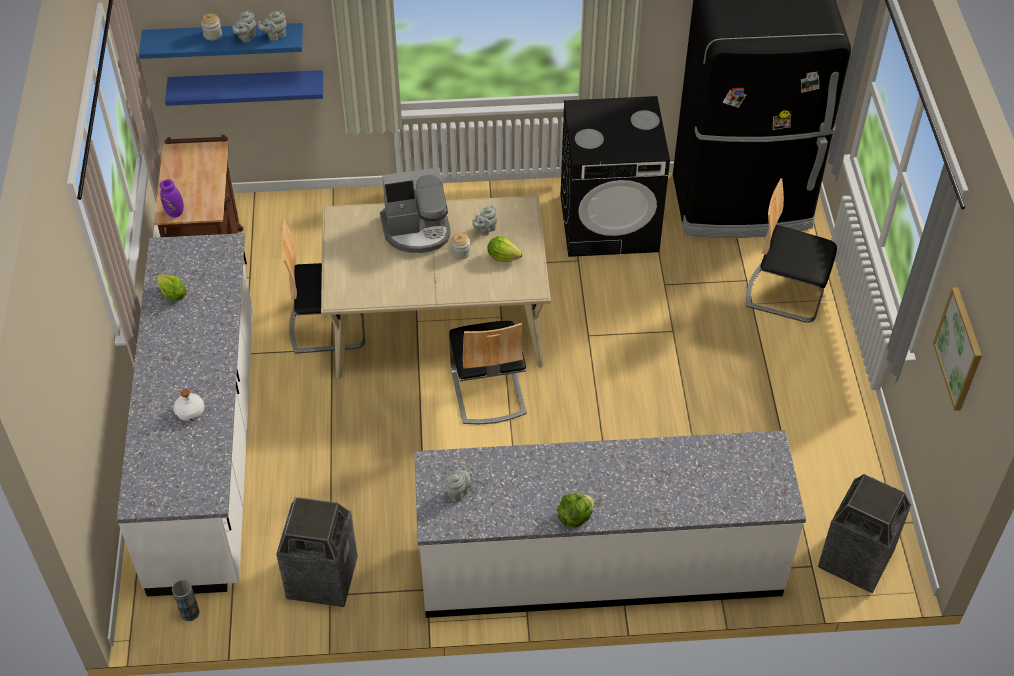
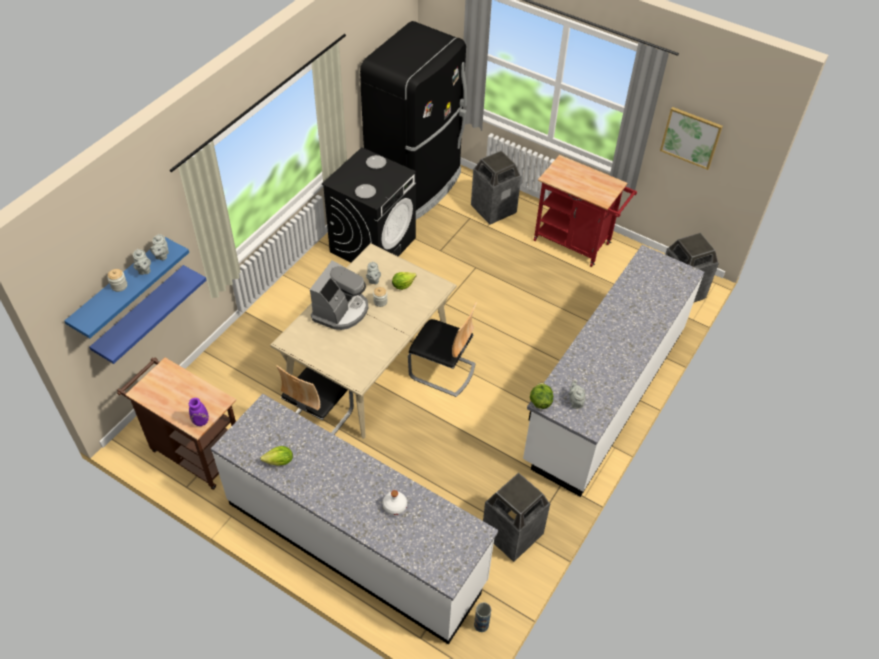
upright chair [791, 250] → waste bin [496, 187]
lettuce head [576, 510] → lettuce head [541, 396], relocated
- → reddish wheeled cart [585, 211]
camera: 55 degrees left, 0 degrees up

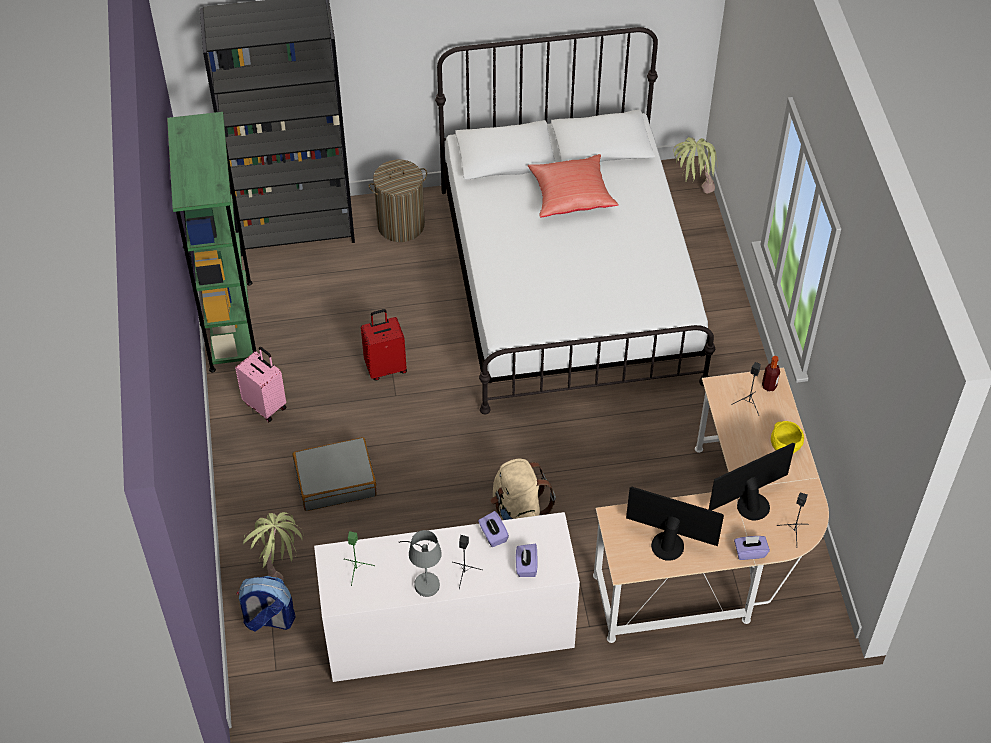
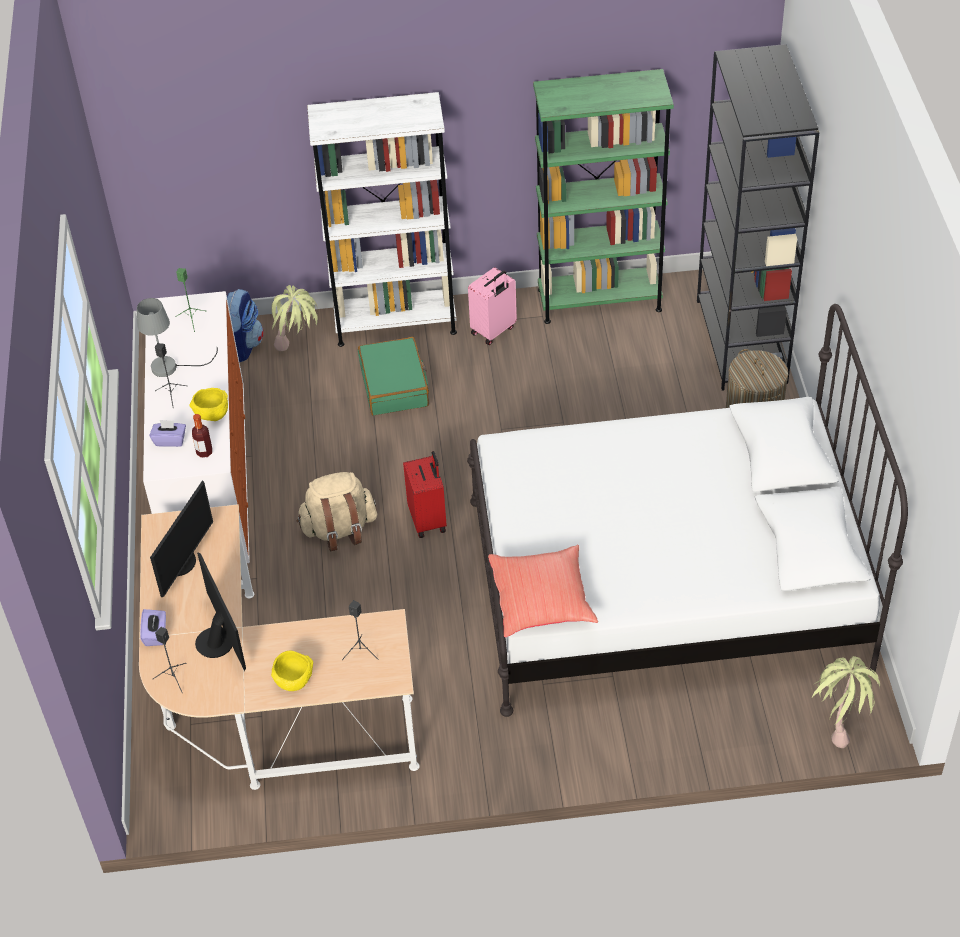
purple-coloured tissue box [493, 529] → yellow-coloured deep dish [208, 404]
bottle [771, 374] → bottle [202, 436], relocated
- → whitish bookshelf [382, 219]
greyish travel case [334, 474] → green travel case [393, 376]
reddish travel case [384, 344] → reddish travel case [425, 494], relocated
reddish cushion [573, 185] → reddish cushion [543, 590], relocated
camera: 95 degrees right, 5 degrees down

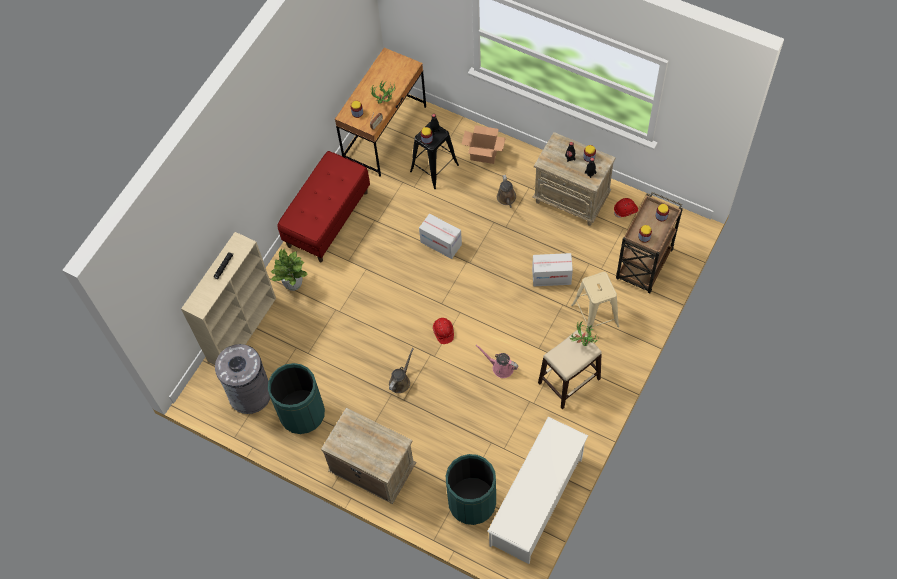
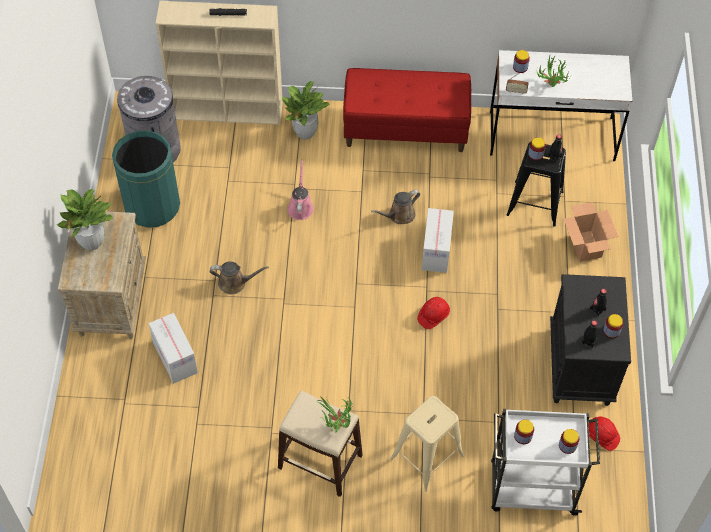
- → plant in a pot [84, 219]
carton [552, 269] → carton [173, 348], relocated
pink watering can [497, 361] → pink watering can [301, 190], relocated
brown watering can [506, 191] → brown watering can [395, 207], relocated
reddish work helmet [443, 331] → reddish work helmet [433, 313], relocated
brown desk [380, 112] → whitish desk [561, 105]
brown wheeled cart [649, 242] → whitish wheeled cart [545, 462]
beige-coloured night table [574, 179] → black-coloured night table [590, 340]
green waste bin [471, 489] → -
whitish shoe shelf [537, 490] → -
camera: 60 degrees right, 5 degrees down

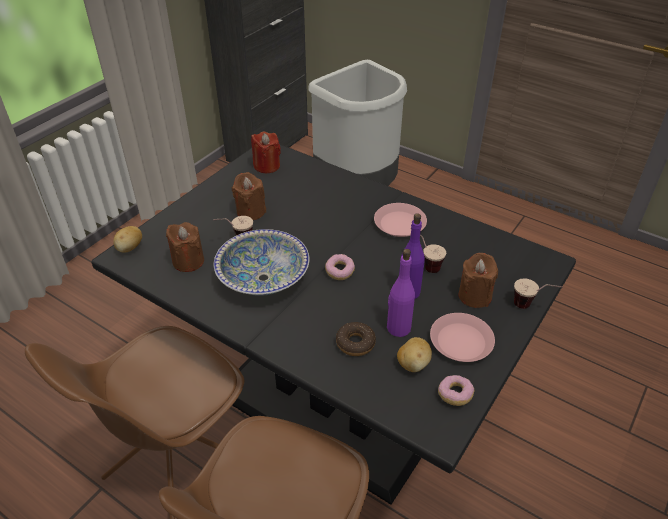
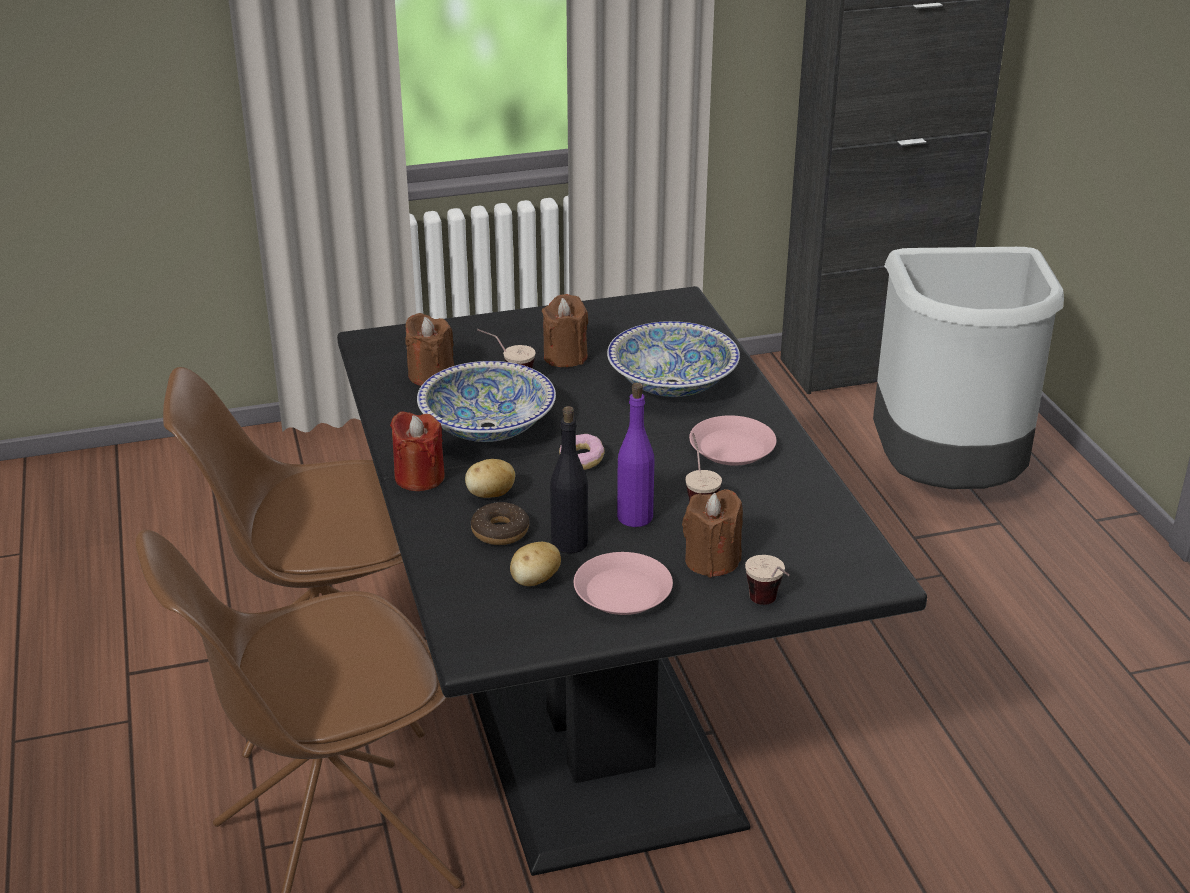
reddish wax candle [266, 152] → reddish wax candle [417, 451], relocated
potato [127, 239] → potato [490, 478], relocated
purple-coloured bottle [401, 293] → black-coloured bottle [569, 480]
- → deep dish [673, 359]
donut [456, 390] → -
camera: 40 degrees right, 10 degrees down

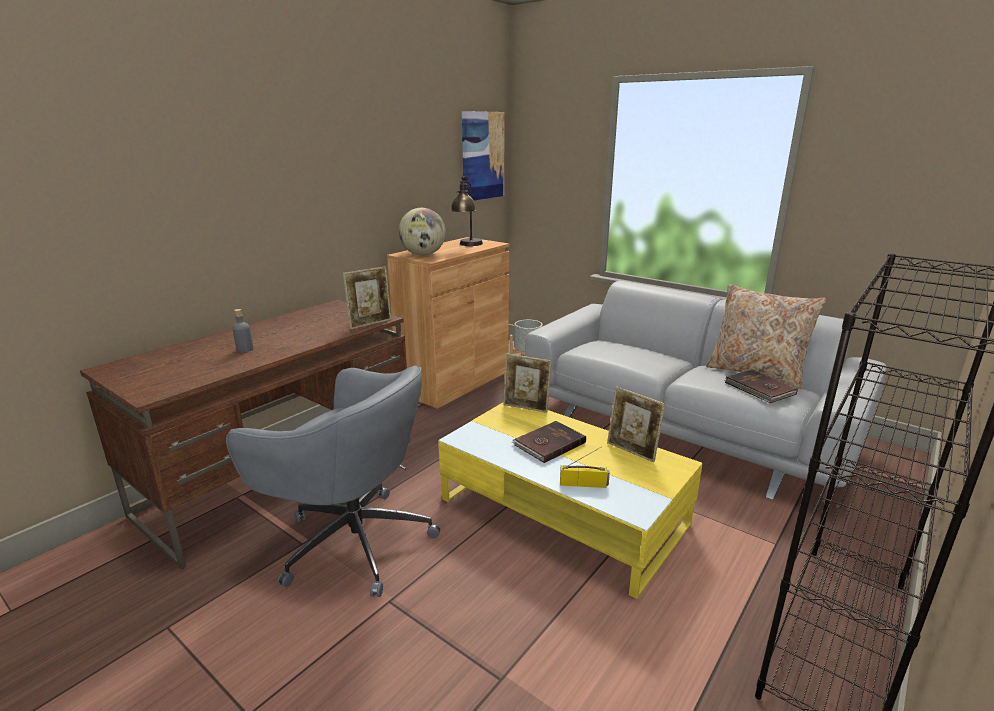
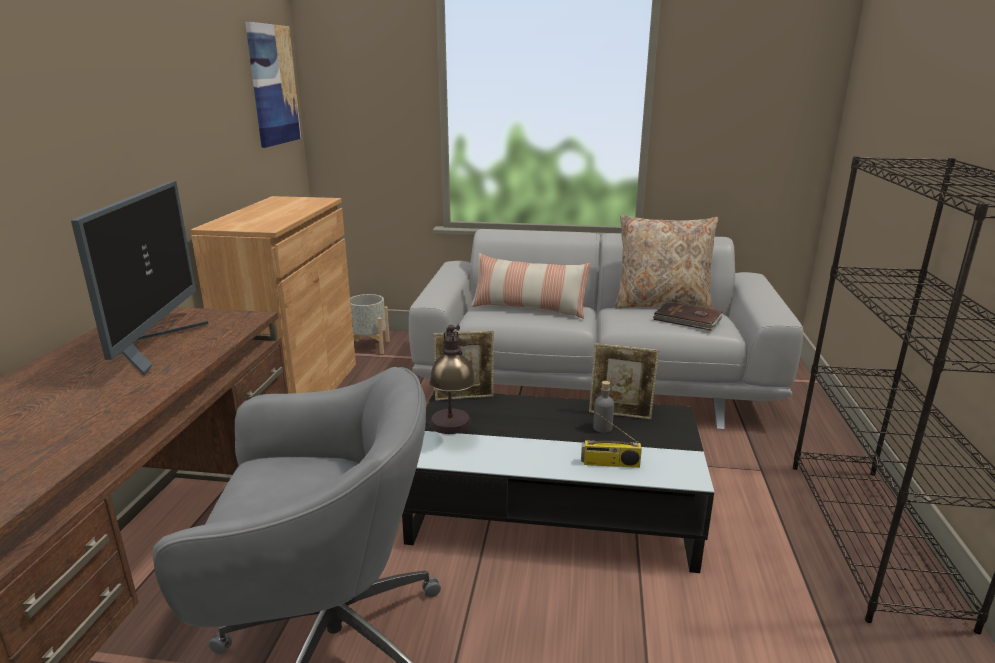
- → computer screen [139, 278]
yellow-coloured lounge table [571, 501] → black-coloured lounge table [558, 481]
lamp for a table [467, 211] → lamp for a table [452, 379], relocated
- → cushion [531, 286]
radio receiver [585, 467] → radio receiver [611, 440], 150 degrees counterclockwise
greyish bottle [242, 331] → greyish bottle [603, 407], relocated
picture frame [367, 298] → -
desk globe [422, 232] → -
brown book [549, 442] → -
camera: 30 degrees left, 0 degrees up

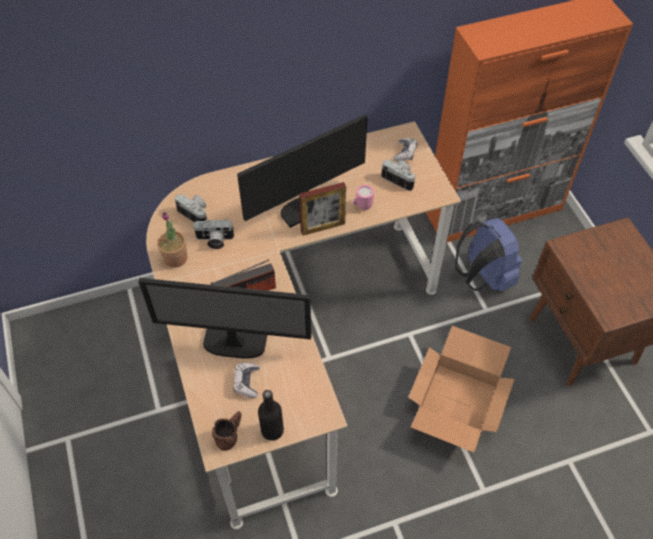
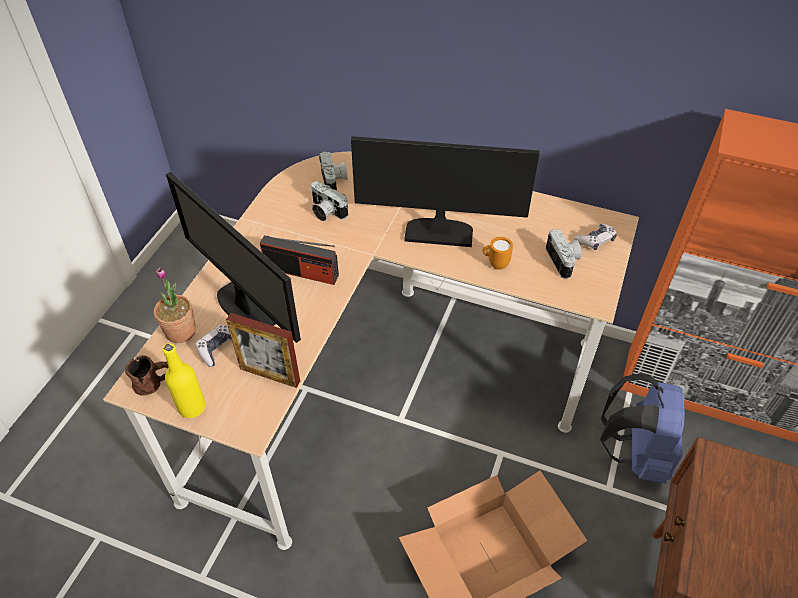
plant in a pot [172, 240] → plant in a pot [175, 305], relocated
black-coloured bottle [271, 415] → yellow-coloured bottle [184, 380]
picture frame [322, 209] → picture frame [263, 350], relocated
pink mug [363, 197] → orange mug [497, 253]
camera: 40 degrees right, 5 degrees down

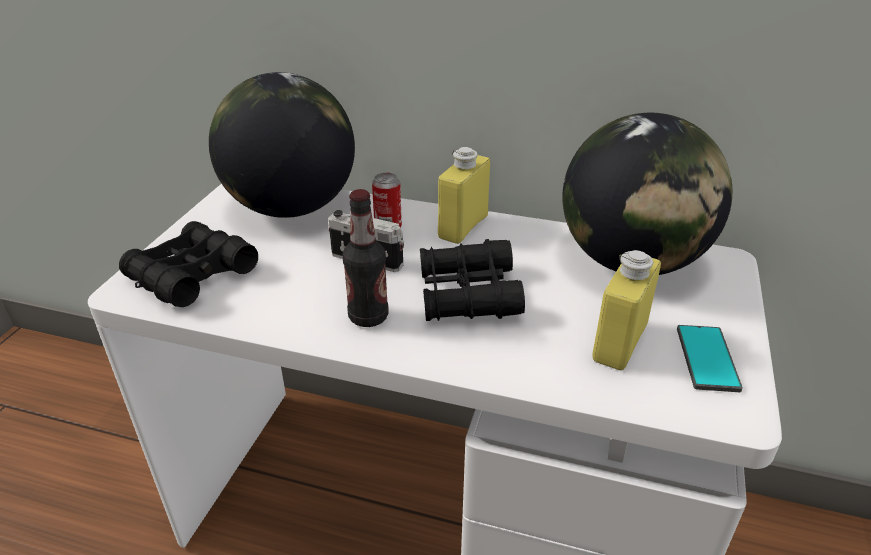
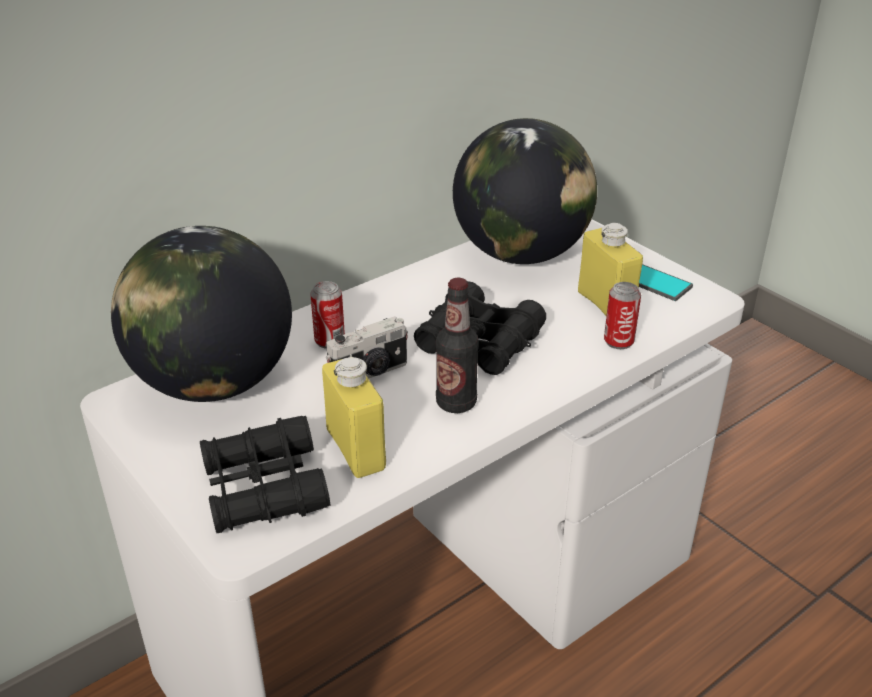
yellow-coloured bottle [464, 195] → yellow-coloured bottle [354, 417], relocated
- → sealed can [622, 315]
camera: 55 degrees left, 0 degrees up

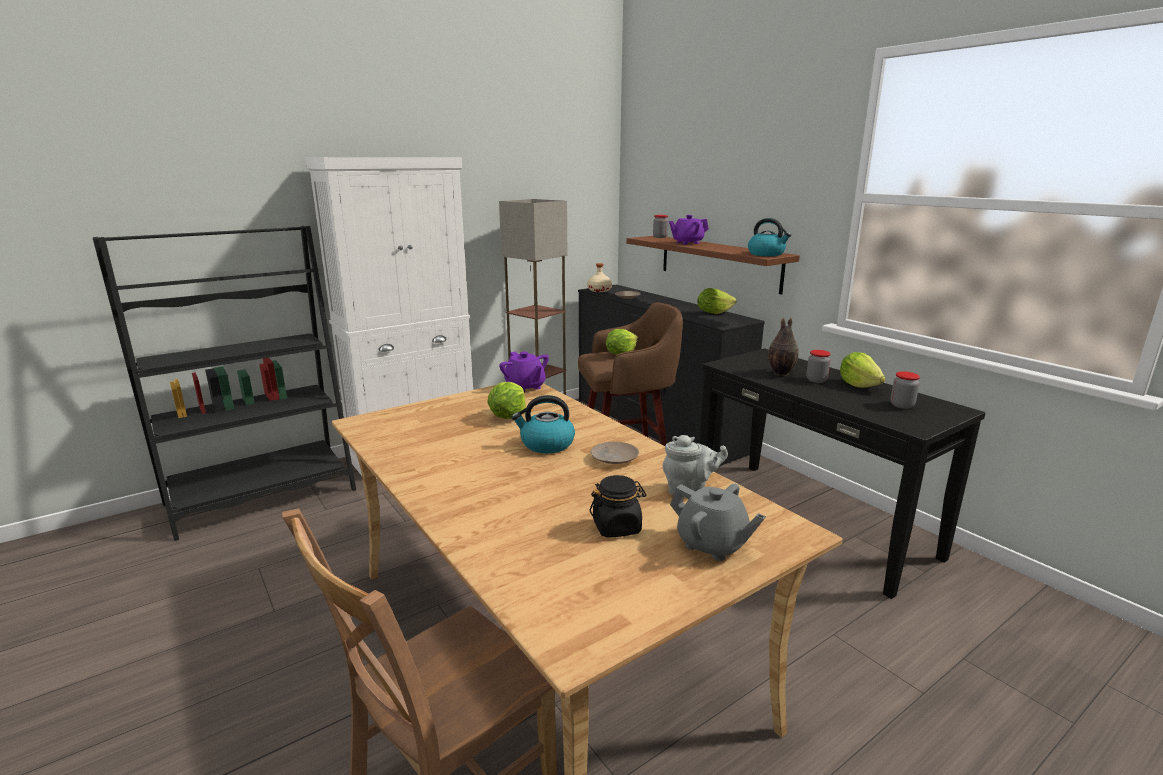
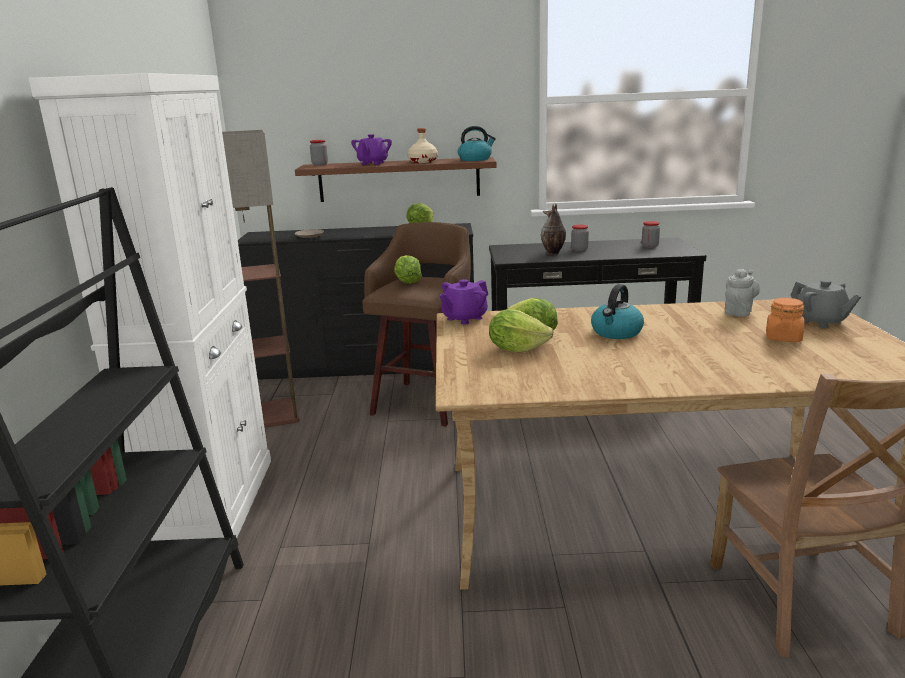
beige-coloured bottle [599, 277] → beige-coloured bottle [423, 145], relocated
purple-coloured teapot [524, 372] → purple-coloured teapot [464, 302], 135 degrees clockwise
lettuce head [863, 370] → lettuce head [521, 331], relocated
black-coloured jar [618, 506] → orange jar [785, 320]
greyish teapot [718, 522] → greyish teapot [825, 304], 75 degrees clockwise
beige-coloured flat dish [615, 453] → -
camera: 55 degrees left, 0 degrees up

